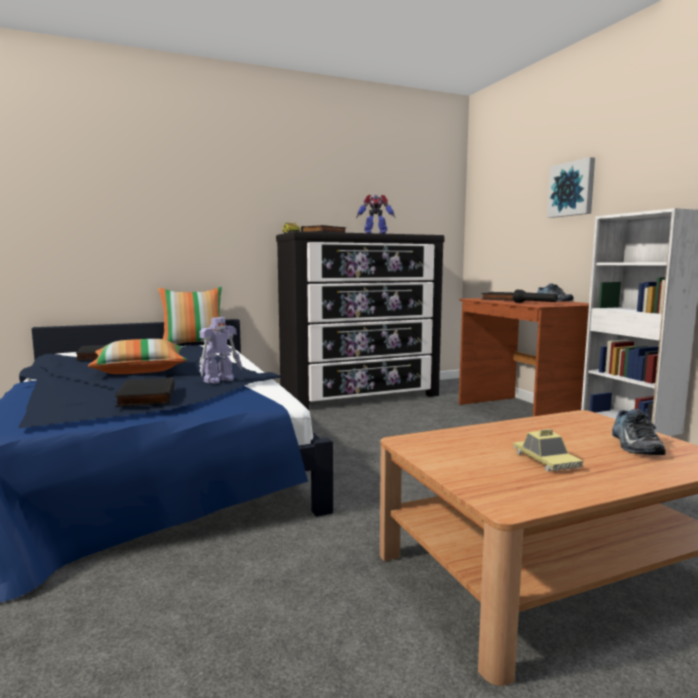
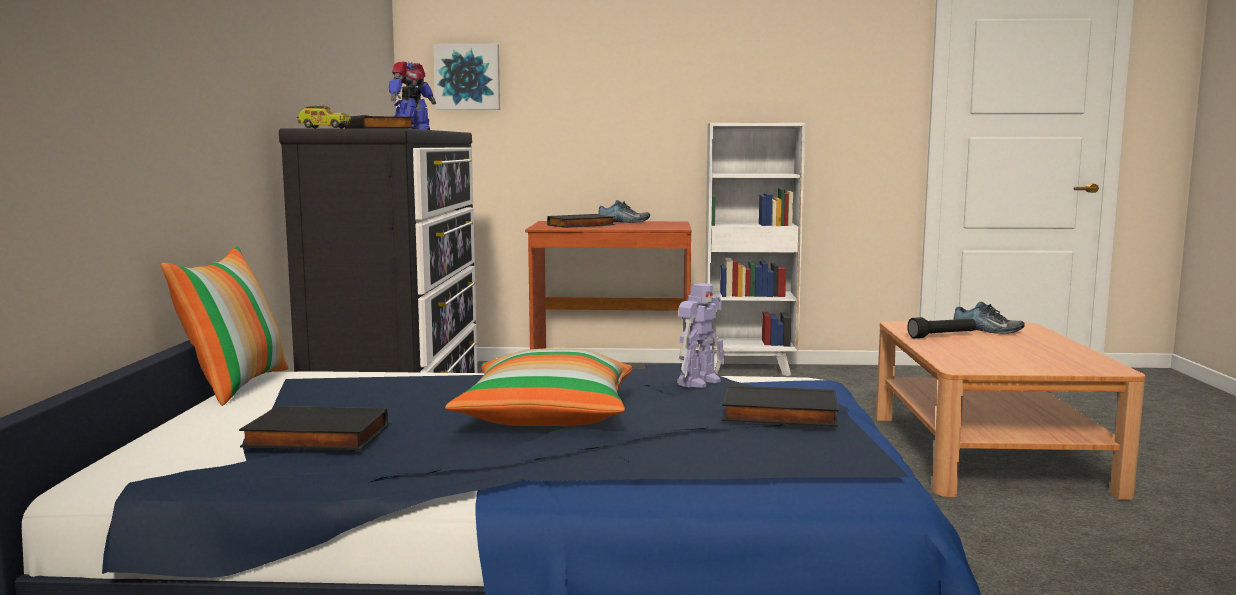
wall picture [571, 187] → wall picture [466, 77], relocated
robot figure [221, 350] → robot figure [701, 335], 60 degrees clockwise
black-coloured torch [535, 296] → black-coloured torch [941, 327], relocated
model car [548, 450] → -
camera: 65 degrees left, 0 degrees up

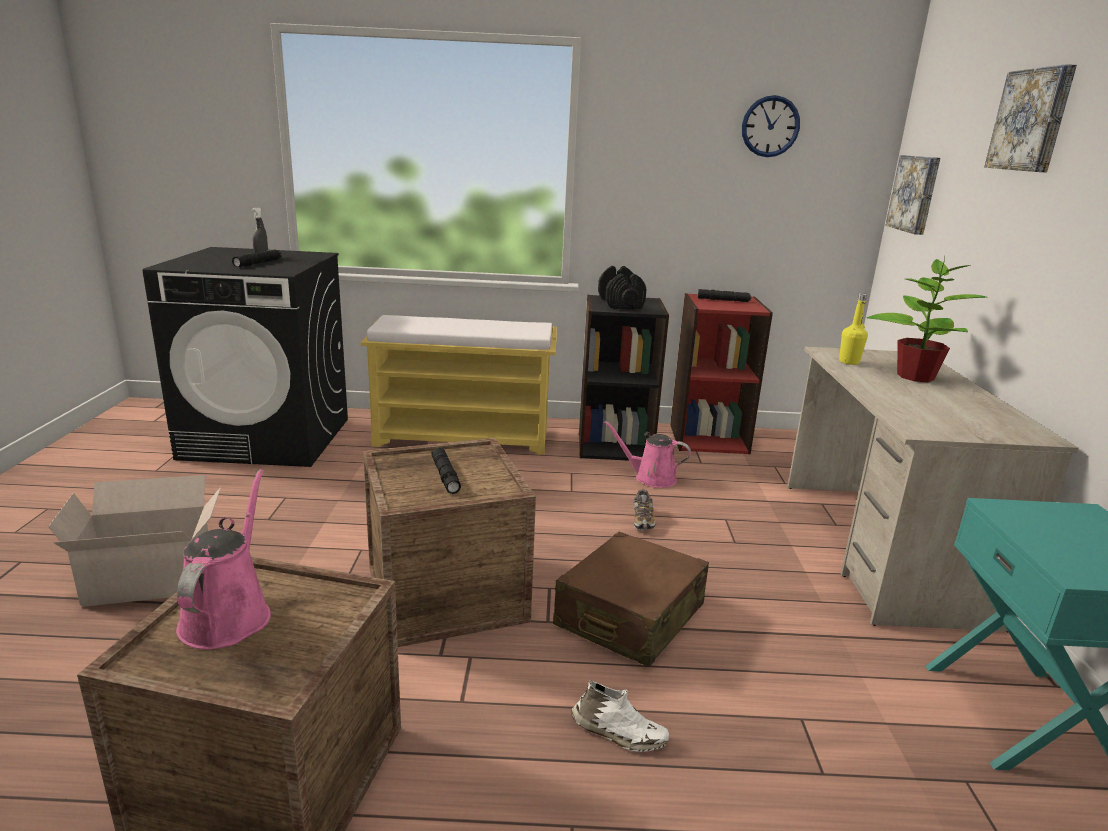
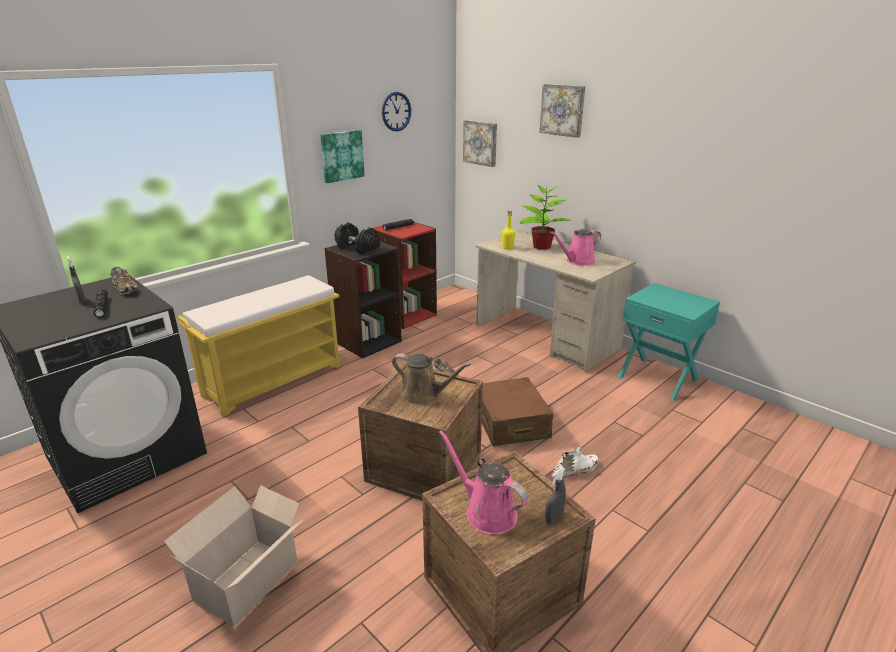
- → low shoe [124, 280]
- → wall picture [342, 156]
black-coloured torch [446, 471] → brown watering can [431, 379]
- → greyish hand sprayer [555, 495]
pink watering can [647, 454] → pink watering can [575, 247], relocated
camera: 45 degrees left, 5 degrees up

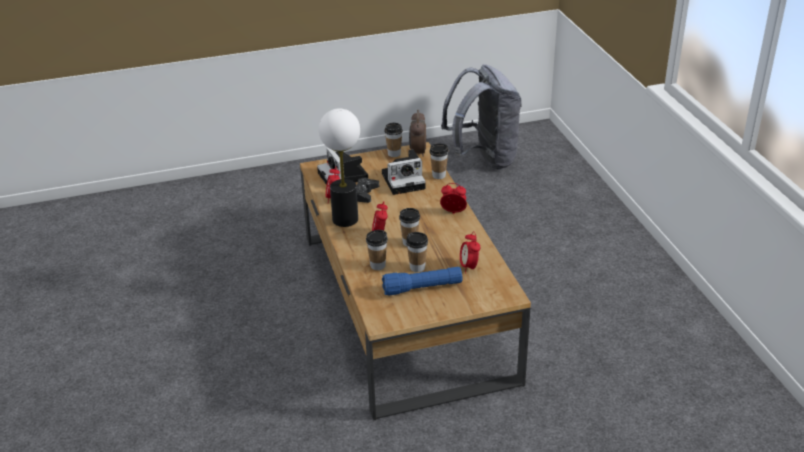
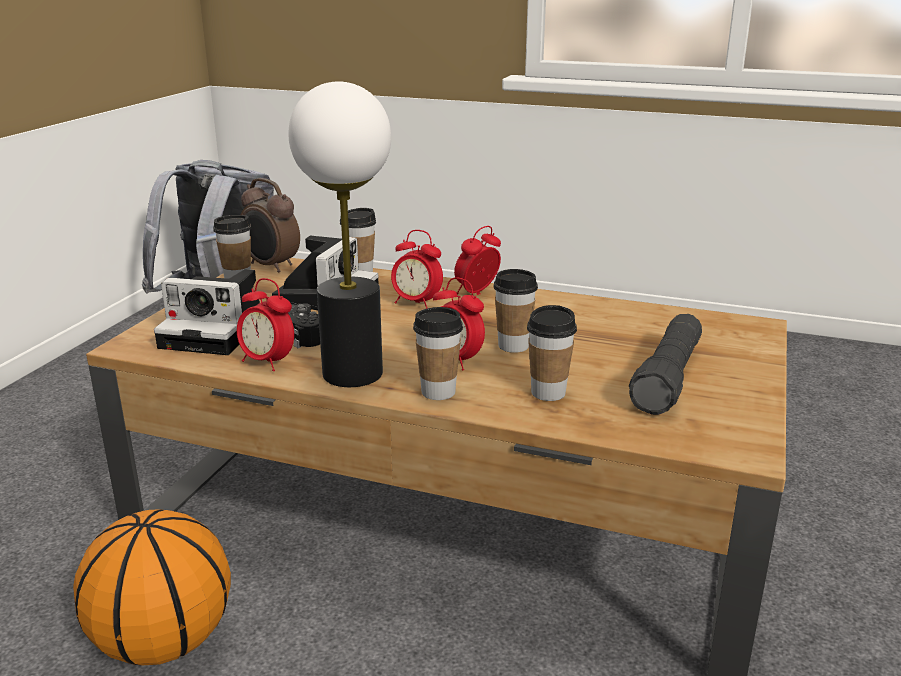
- → basketball ball [152, 587]
alarm clock [470, 252] → alarm clock [417, 269], relocated
drinking cup [417, 252] → drinking cup [438, 353], relocated
bluish torch [422, 281] → black-coloured torch [665, 364]
camera: 55 degrees left, 10 degrees down

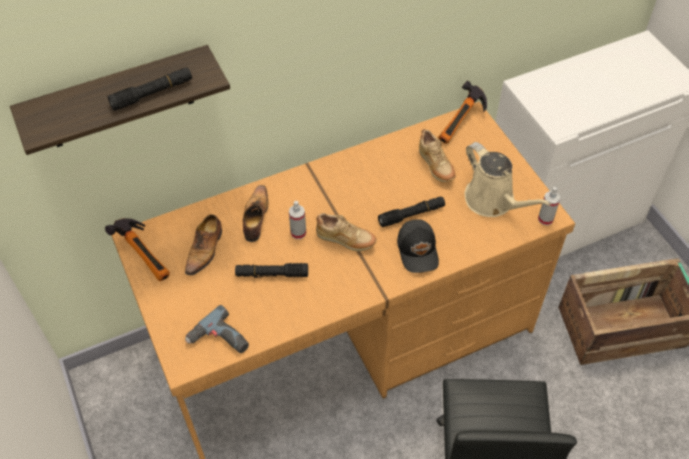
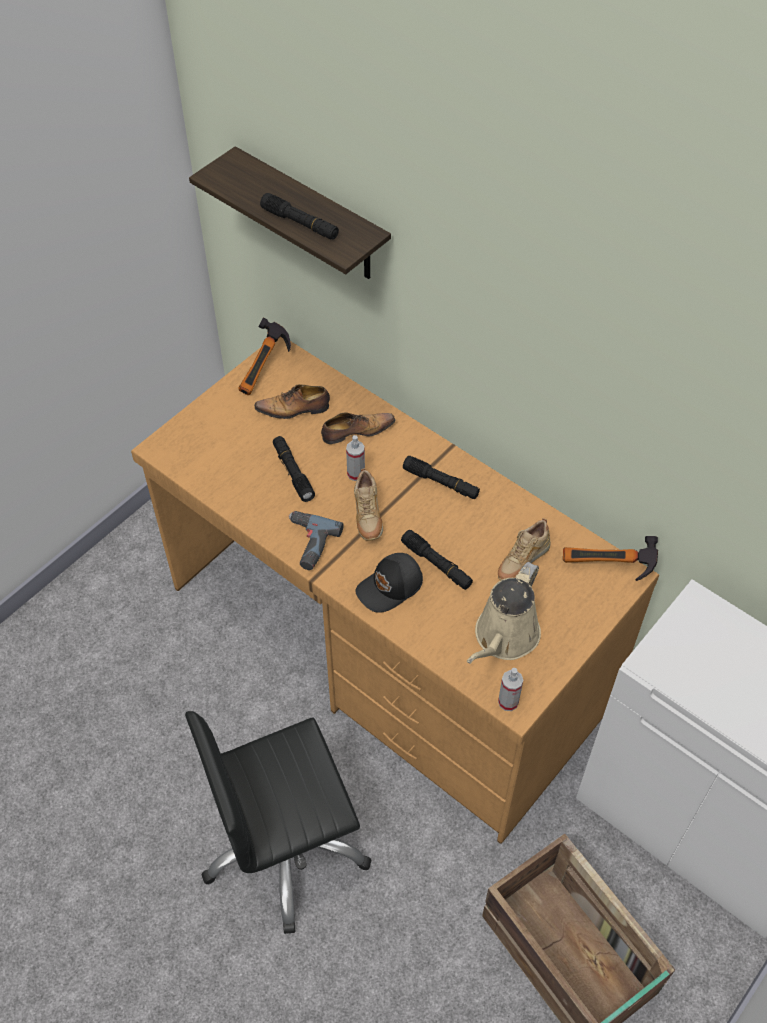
power drill [217, 329] → power drill [316, 540], relocated
- → black-coloured torch [441, 477]
camera: 65 degrees right, 0 degrees up

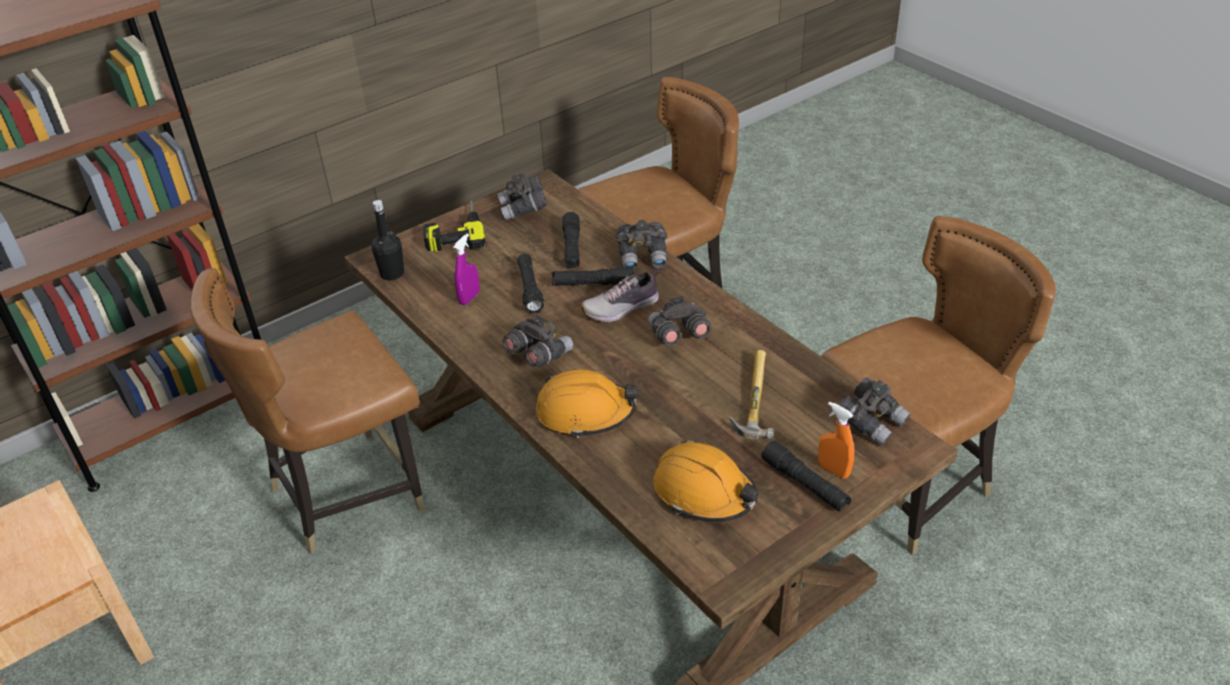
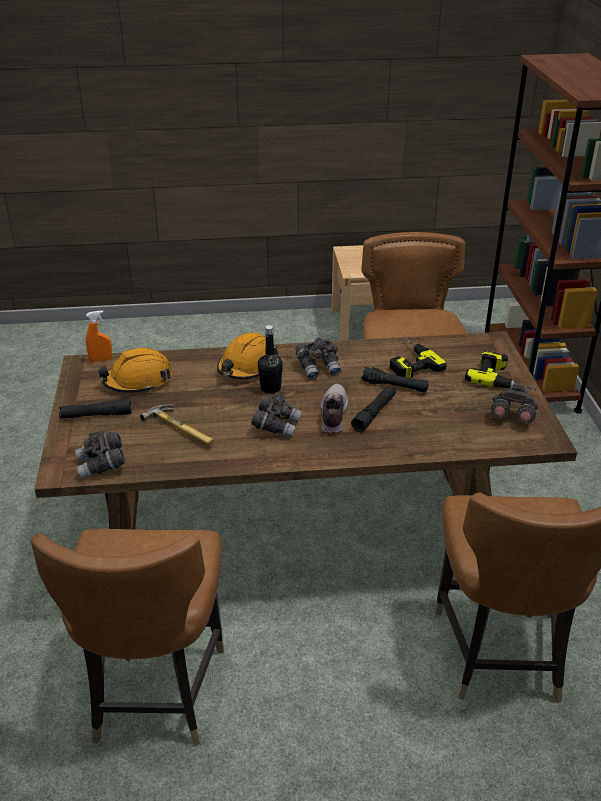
orange hand sprayer [836, 440] → orange hand sprayer [99, 336], relocated
black-coloured bottle [387, 240] → black-coloured bottle [270, 359], relocated
purple-coloured hand sprayer [466, 269] → power drill [418, 357]
black-coloured torch [571, 240] → -
greyish pair of binoculars [642, 244] → -
camera: 120 degrees right, 5 degrees down

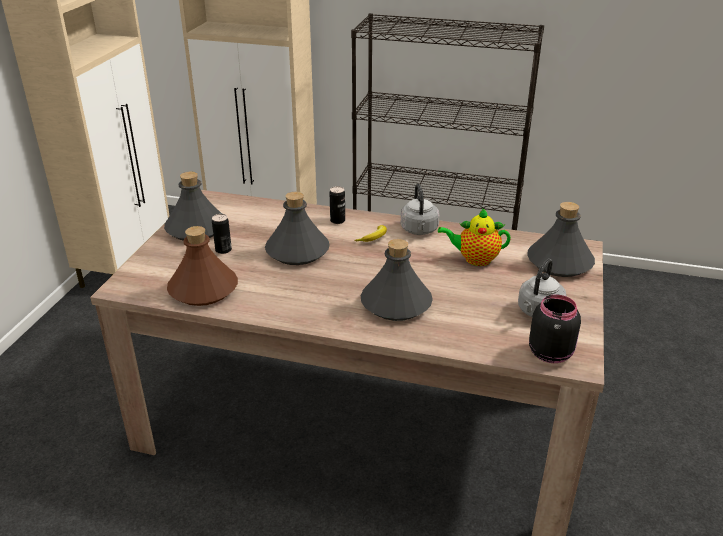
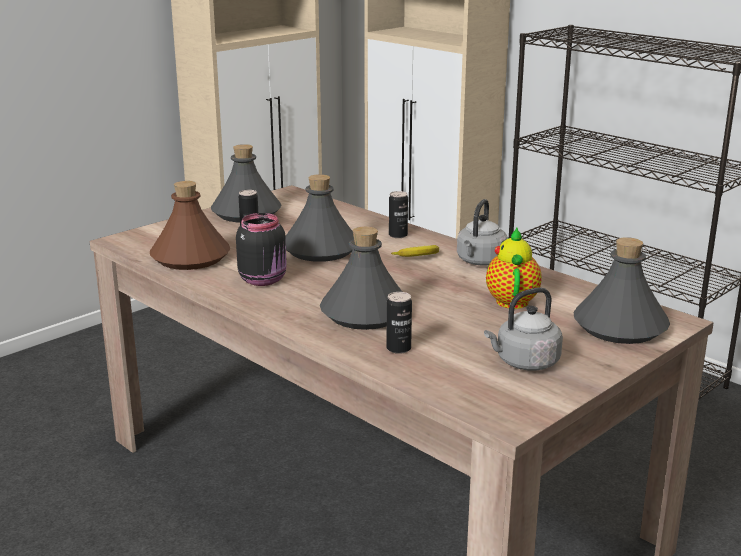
black-coloured jar [555, 328] → black-coloured jar [261, 249], relocated
- → sealed can [399, 323]
teapot [474, 237] → teapot [514, 268], 60 degrees clockwise
camera: 30 degrees right, 10 degrees down

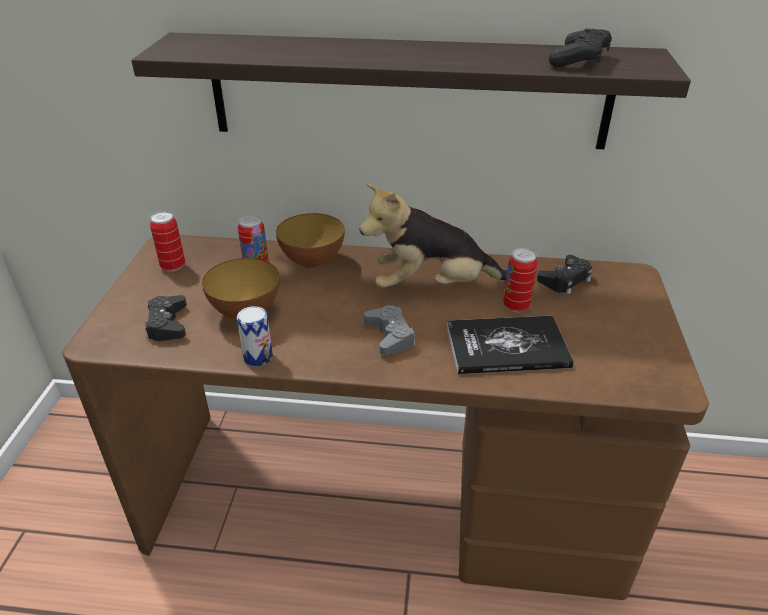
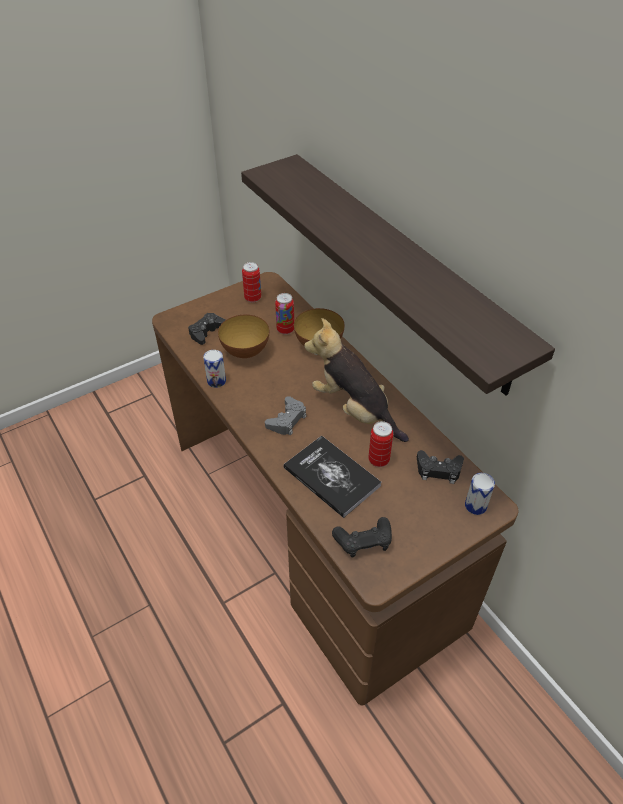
black-coloured joypad [580, 47] → black-coloured joypad [362, 537], relocated
- → sealed can [480, 494]
camera: 50 degrees right, 10 degrees up

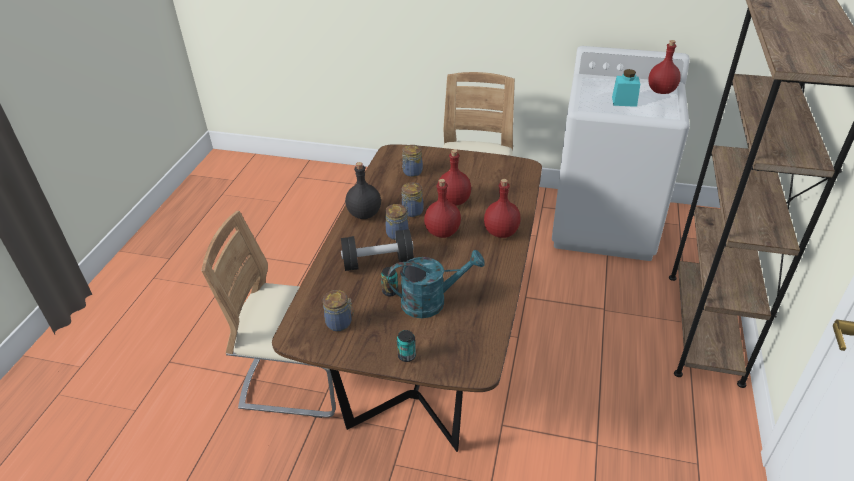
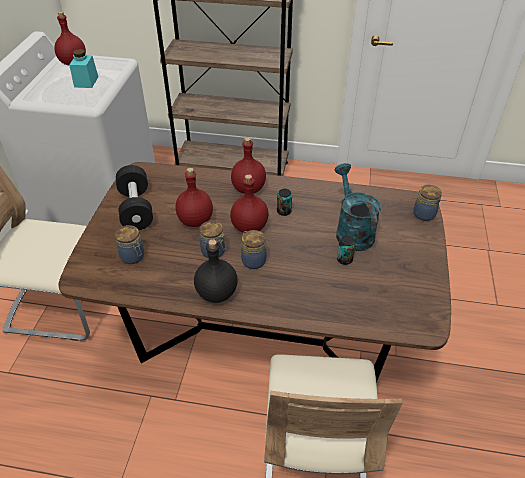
black-coloured dumbbell [377, 250] → black-coloured dumbbell [134, 197], relocated
sealed can [406, 346] → sealed can [284, 202], relocated
jar [338, 311] → jar [427, 202], relocated
camera: 95 degrees left, 5 degrees up

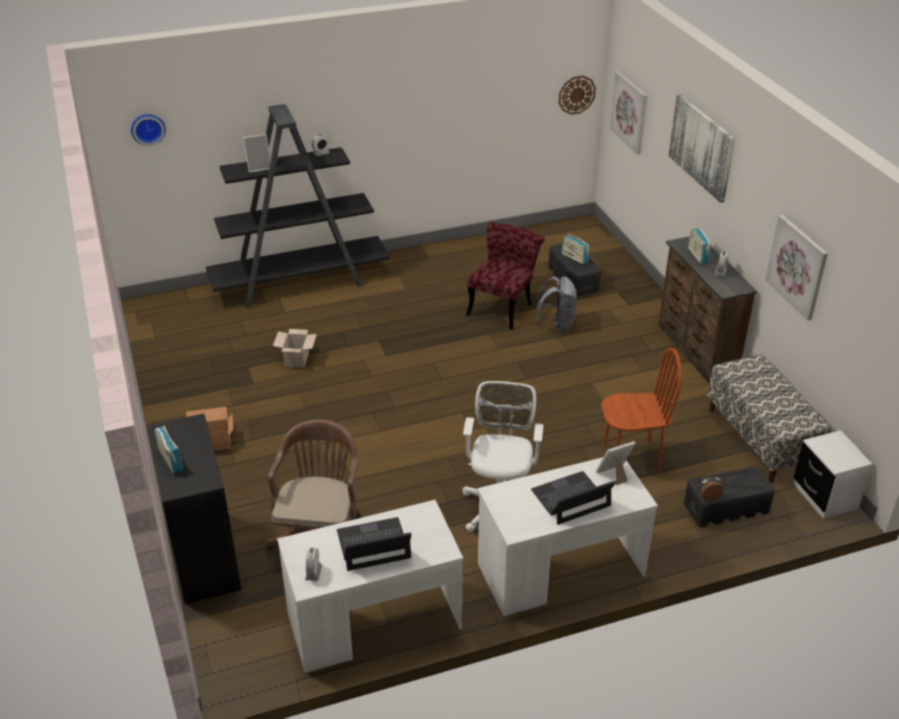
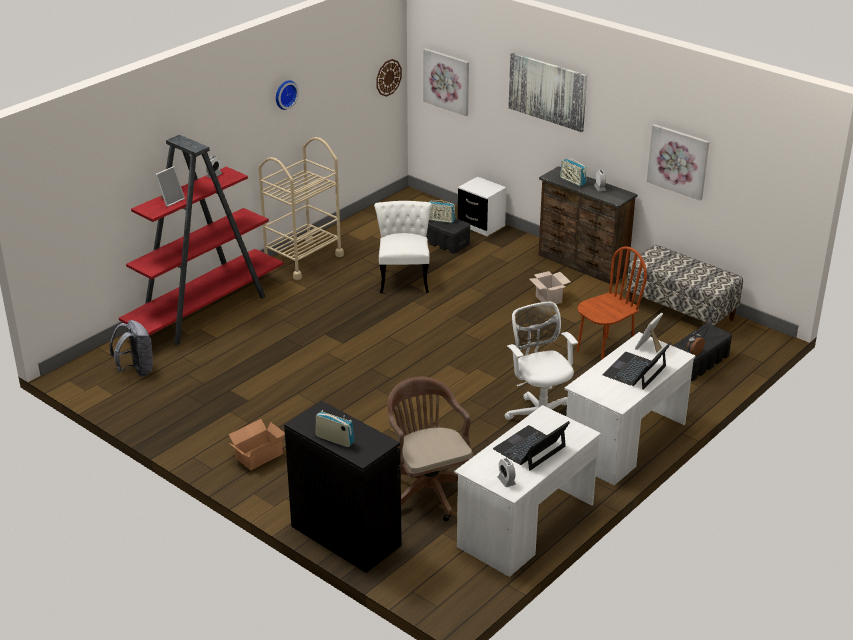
greyish backpack [557, 304] → greyish backpack [132, 348], relocated
black-coloured bookshelf [298, 206] → reddish bookshelf [201, 240]
- → beige-coloured wheeled cart [301, 208]
wall clock [148, 130] → wall clock [287, 95], relocated
reddish upright chair [505, 276] → whitish upright chair [403, 247]
whitish night table [833, 474] → whitish night table [482, 206], relocated
carton [295, 348] → carton [550, 287], relocated
camera: 30 degrees left, 5 degrees down

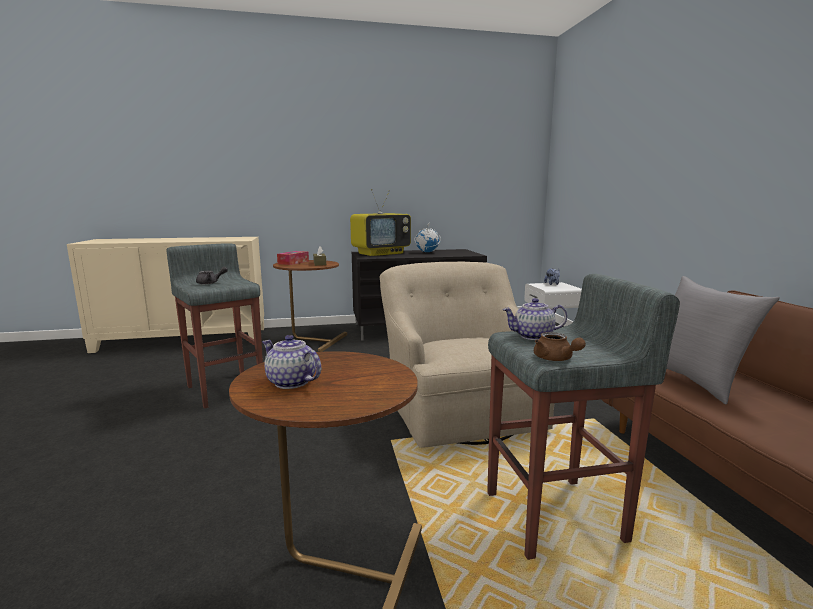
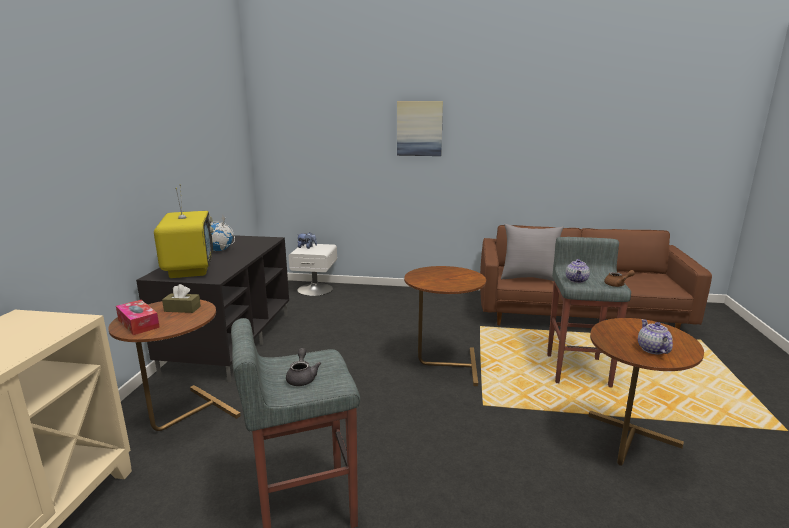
- → wall picture [420, 128]
beige-coloured easy chair [466, 355] → brown accent table [445, 326]
teapot [291, 362] → teapot [655, 336], 120 degrees clockwise
camera: 70 degrees left, 5 degrees up

